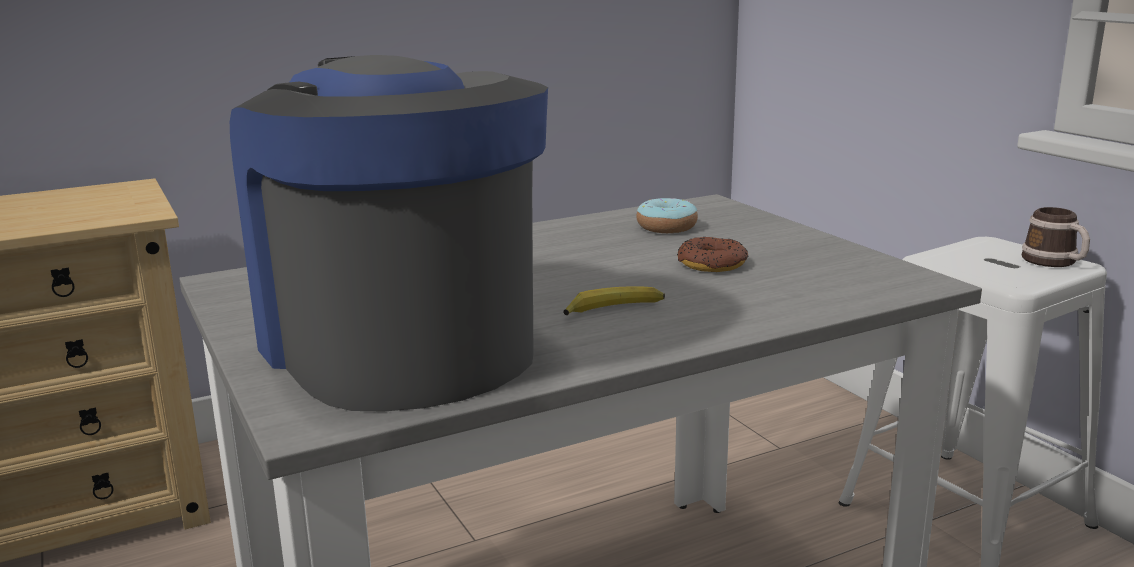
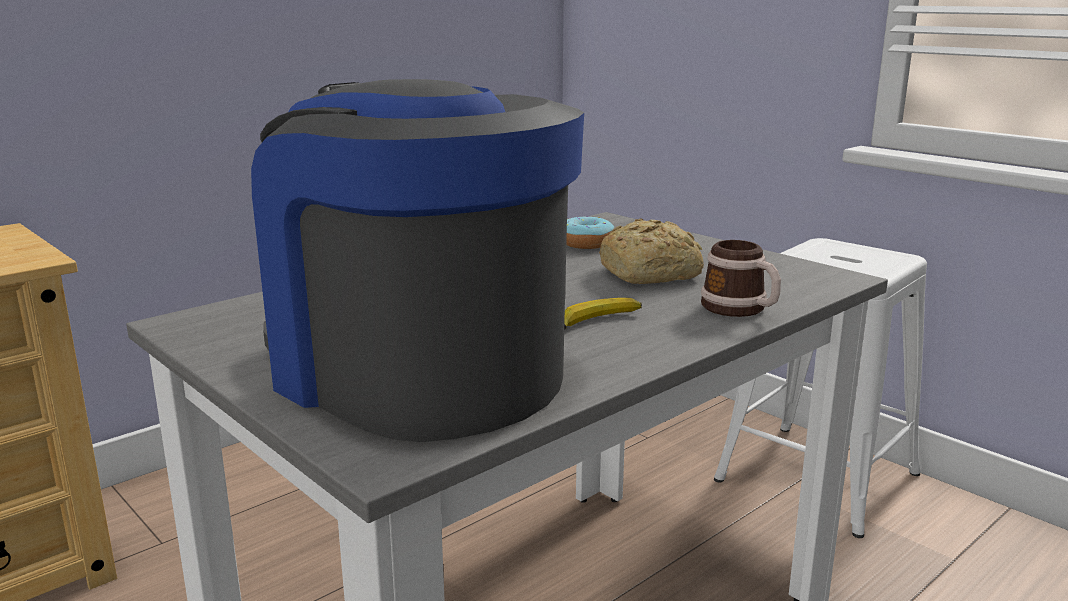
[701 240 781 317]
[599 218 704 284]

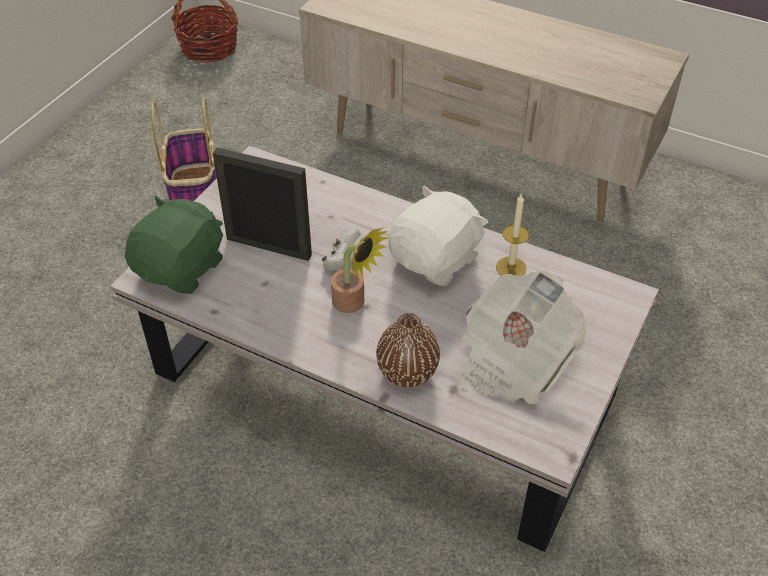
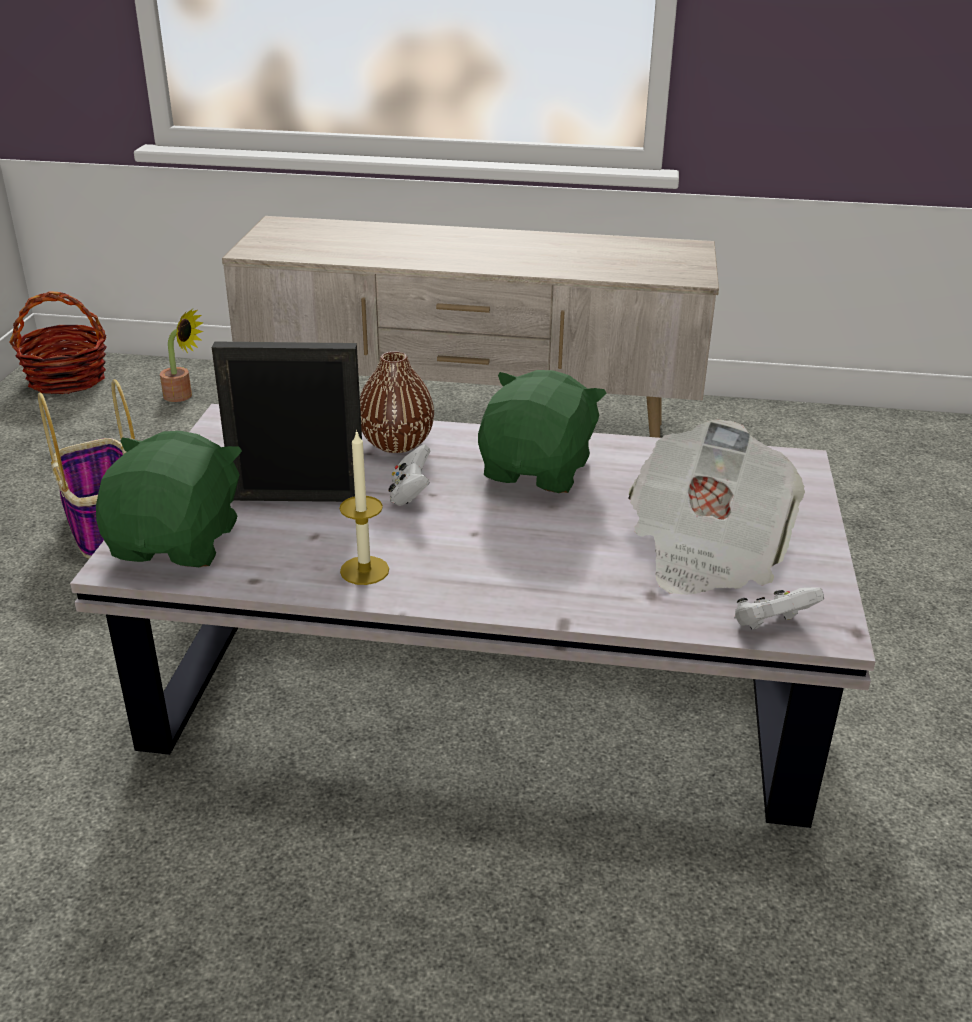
[734 587 824 630]
[160 309 204 402]
[360 351 434 453]
[339 430 389 585]
[478 370 607 493]

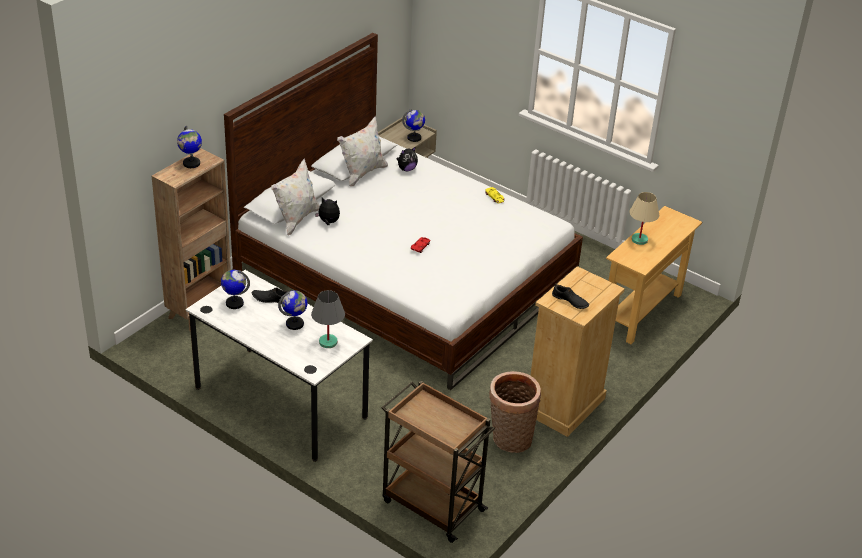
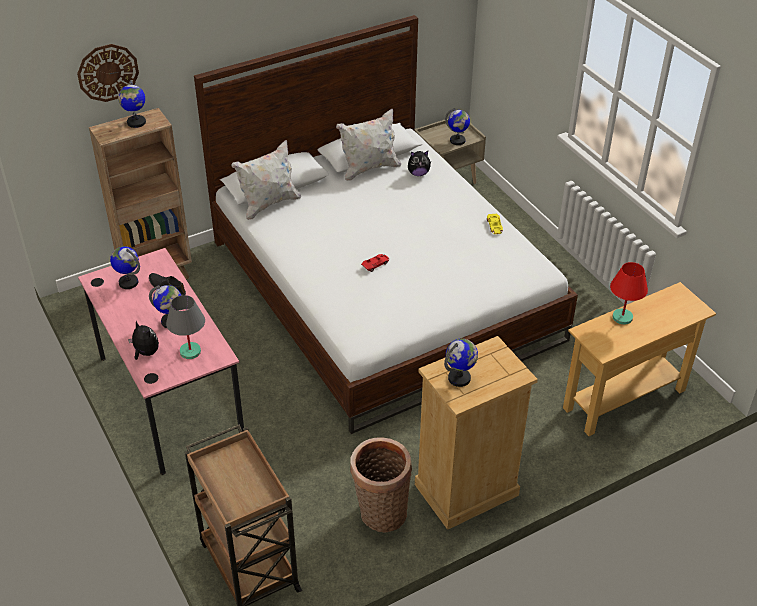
[77 44 139 102]
[128 321 159 360]
[444 339 478 387]
[78 248 244 475]
[610 262 648 325]

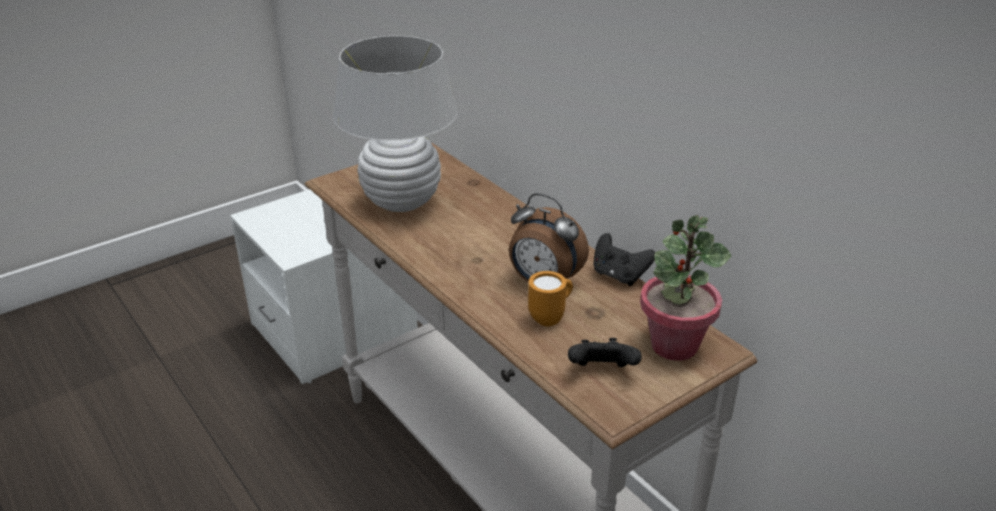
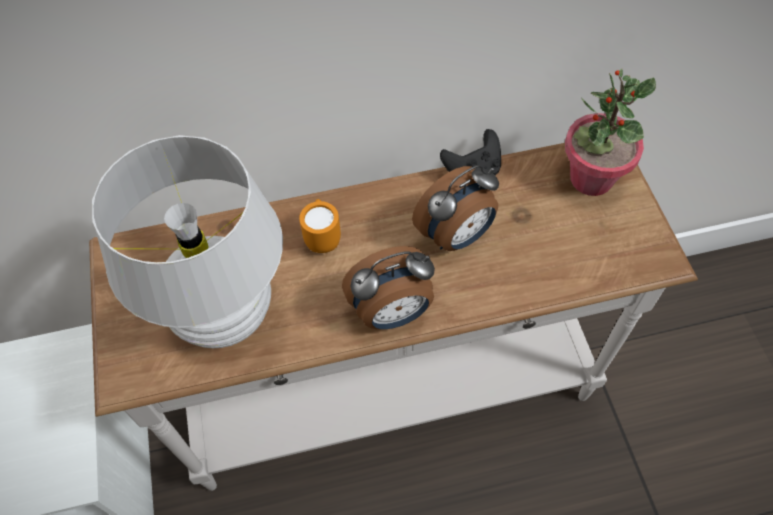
[568 338 642 367] (first image)
[342 246 435 329]
[299 199 341 253]

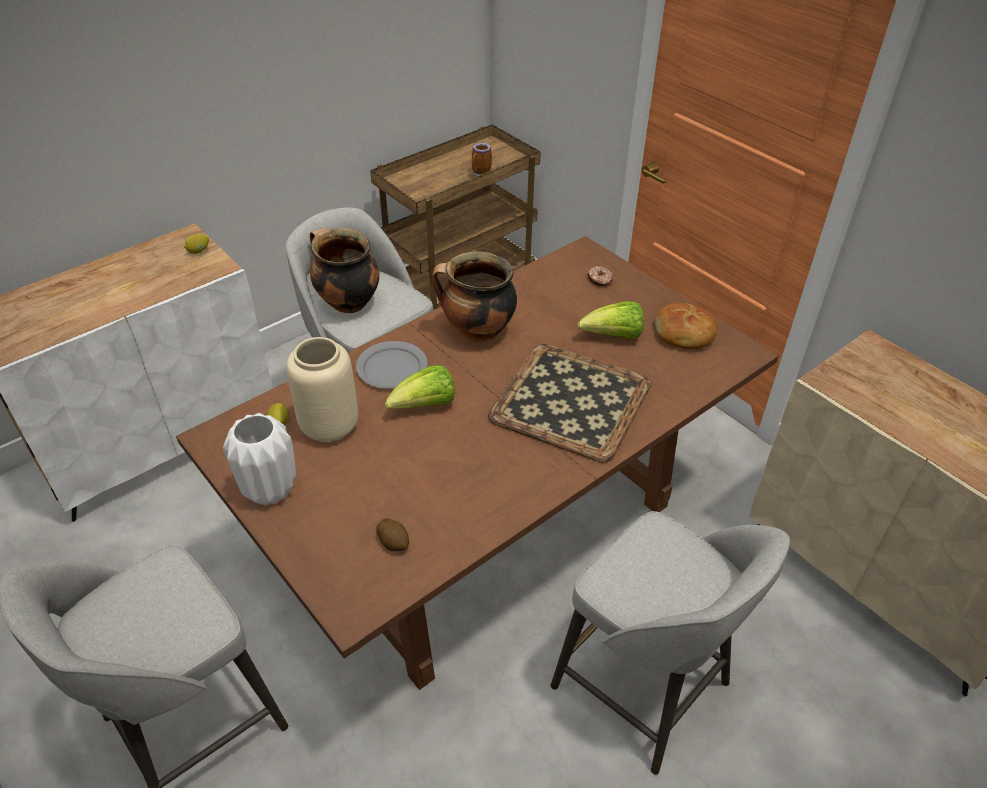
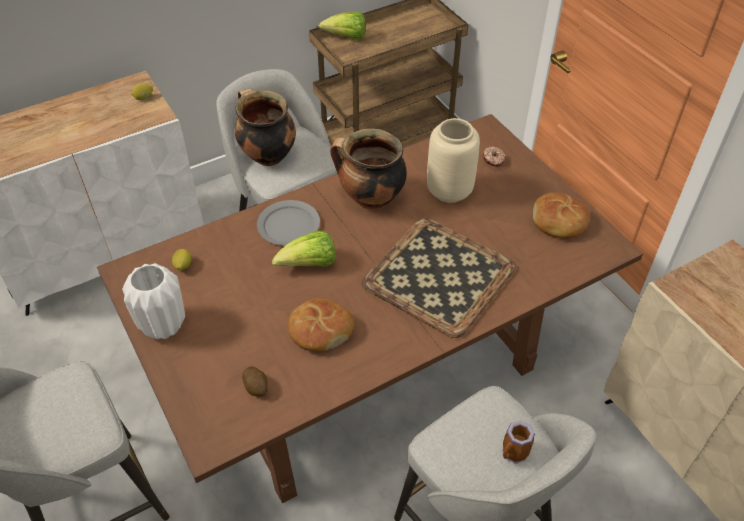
[288 298 354 351]
[427 118 480 203]
[502 421 535 464]
[318 11 365 40]

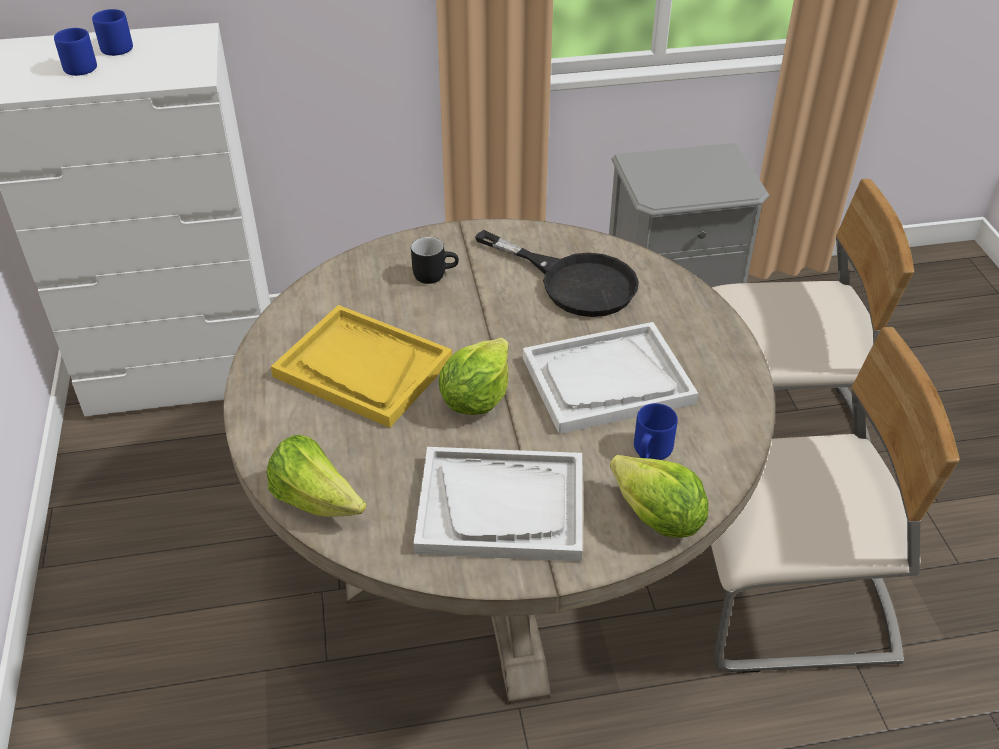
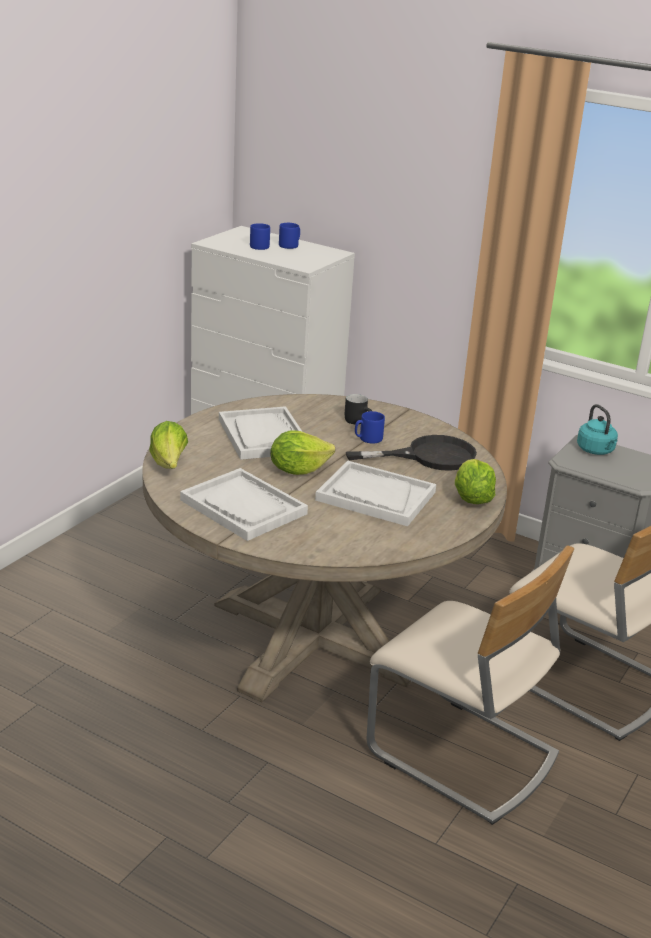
[577 404 618 455]
[455 459 496 504]
[355 411 385 444]
[219 406 303 460]
[346 435 477 471]

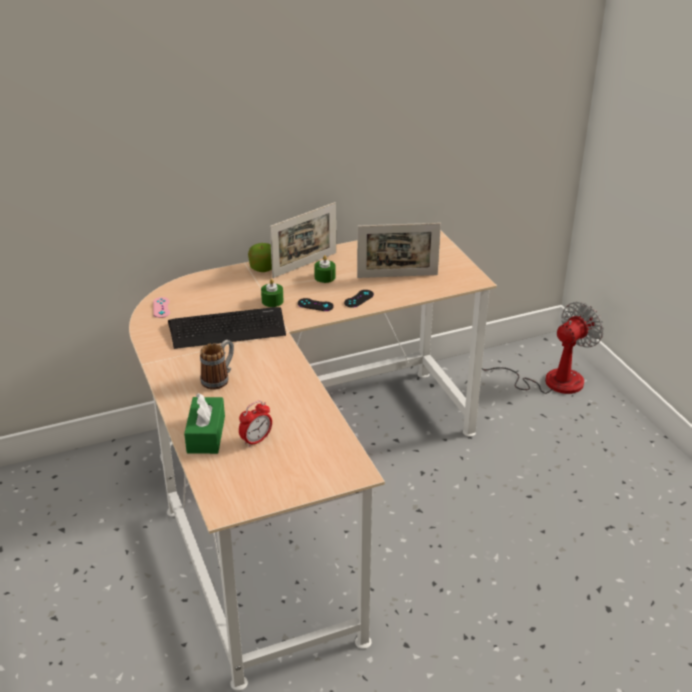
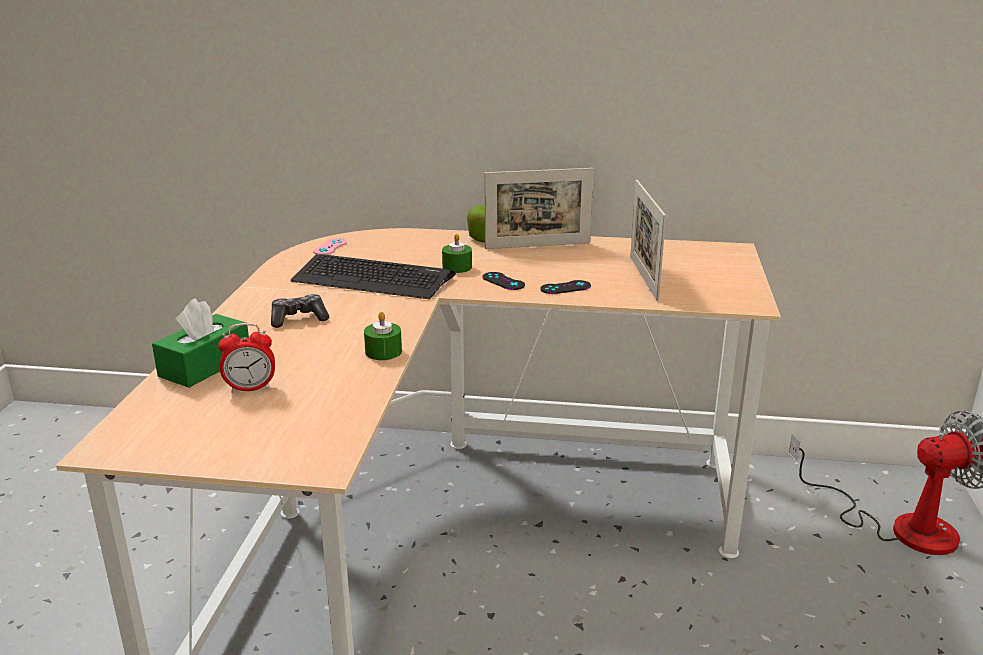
[364 312 402 360]
[271 294 329 328]
[630 180 666 301]

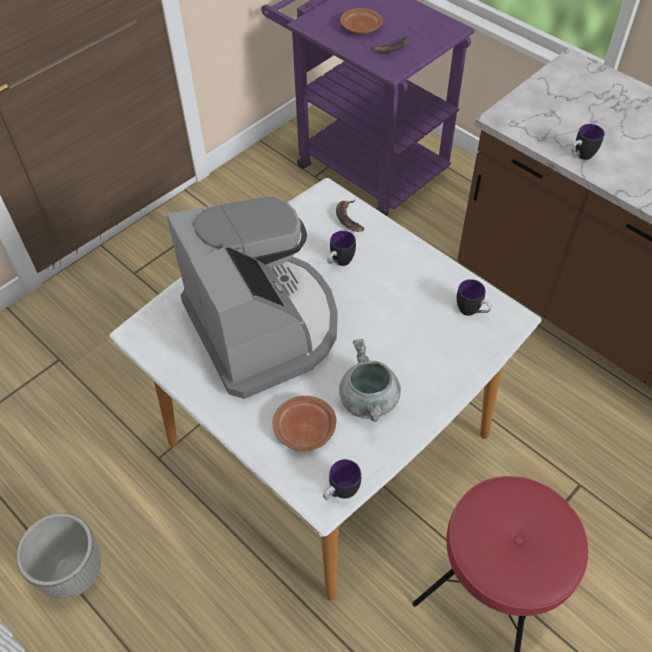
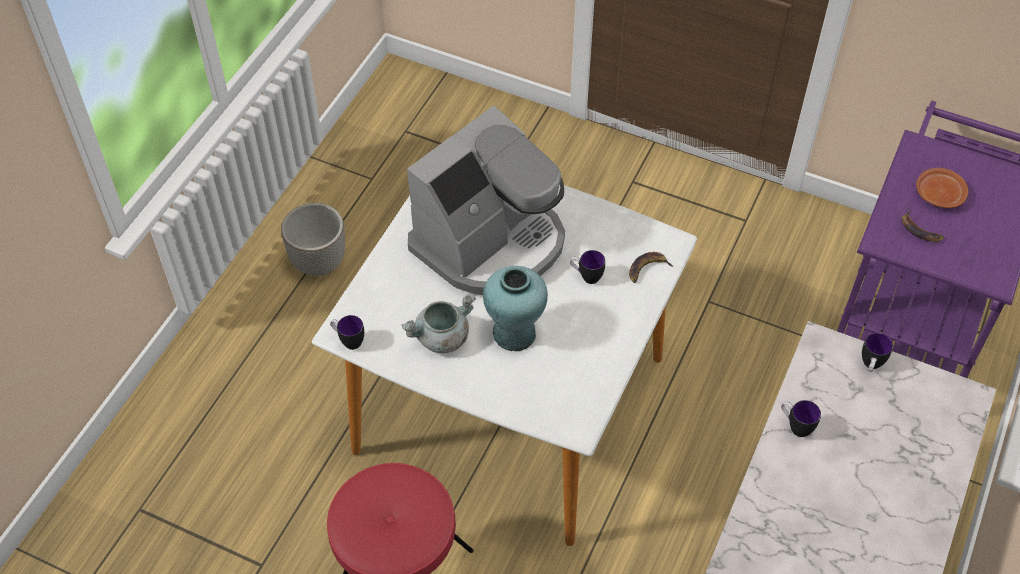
[273 396 336 451] (first image)
[483 266 548 351]
[862 333 893 372]

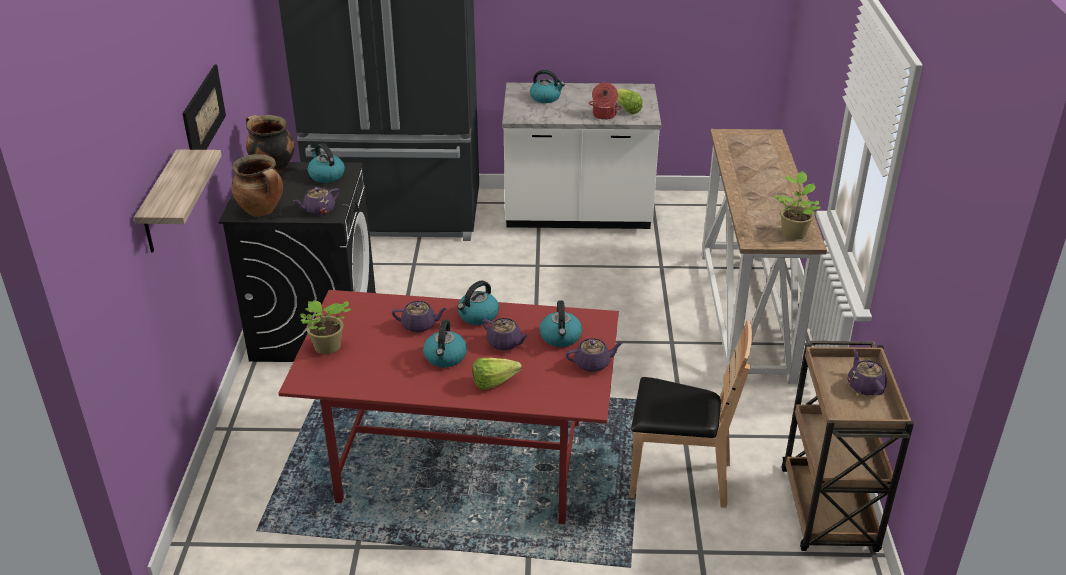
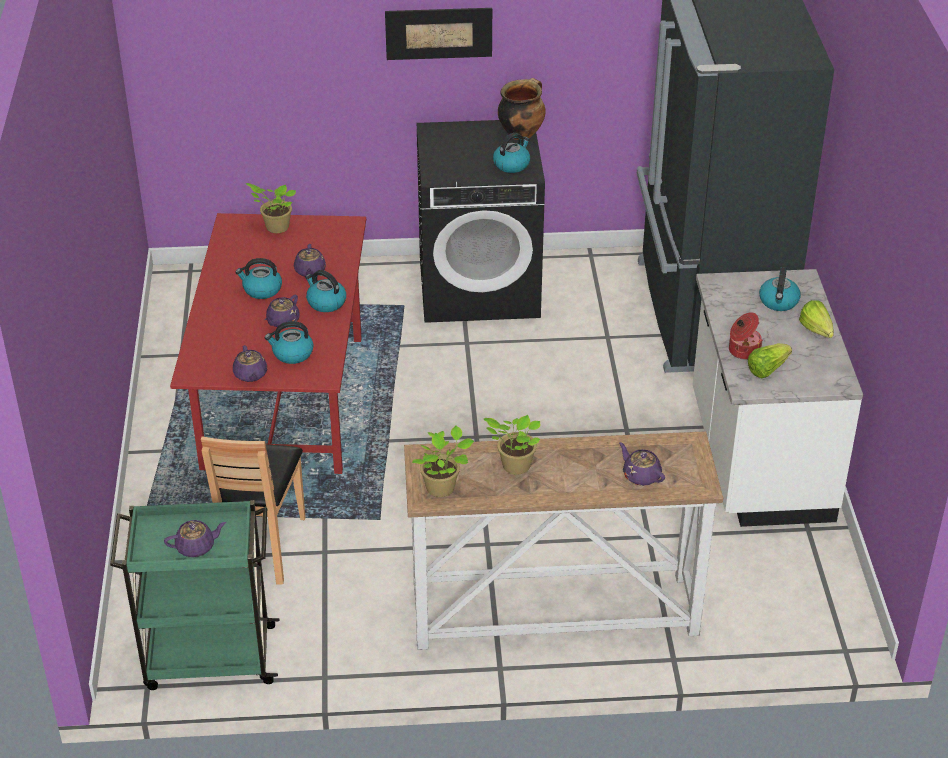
[134 150 222 253] (first image)
[231 154 283 217] (first image)
[483 415 540 475]
[619 442 665 486]
[799 300 834 338]
[110 500 279 690]

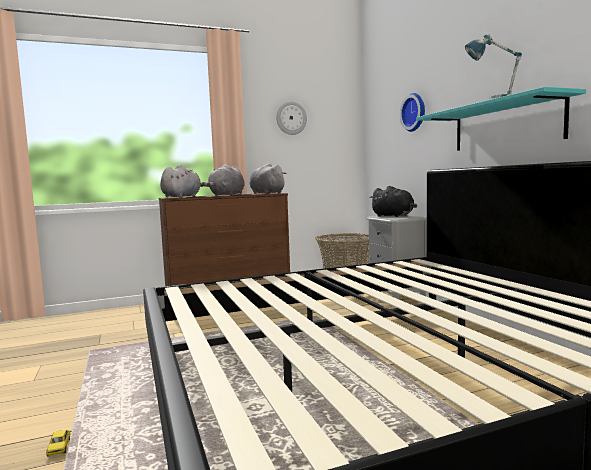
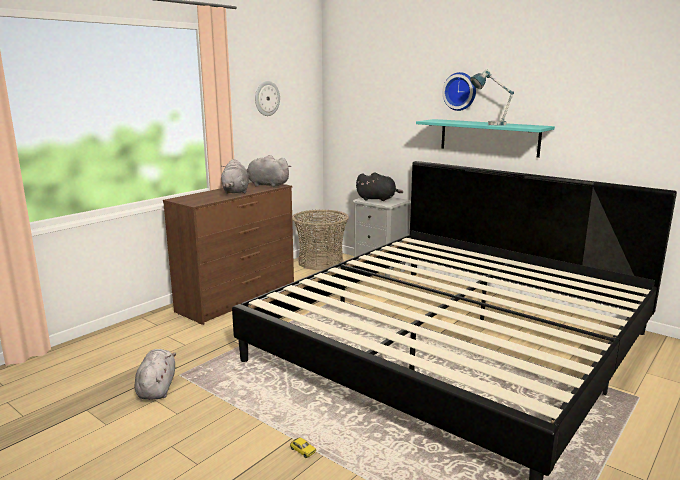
[135 349 176 400]
[442 72 476 111]

